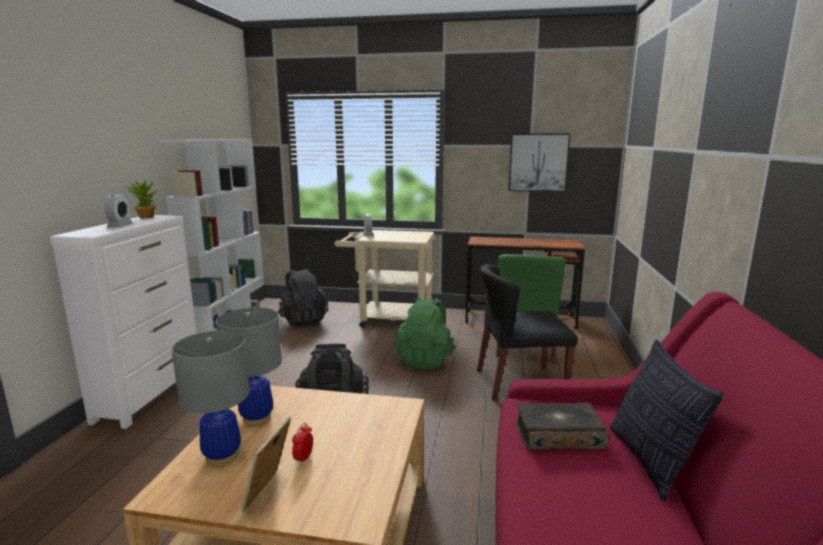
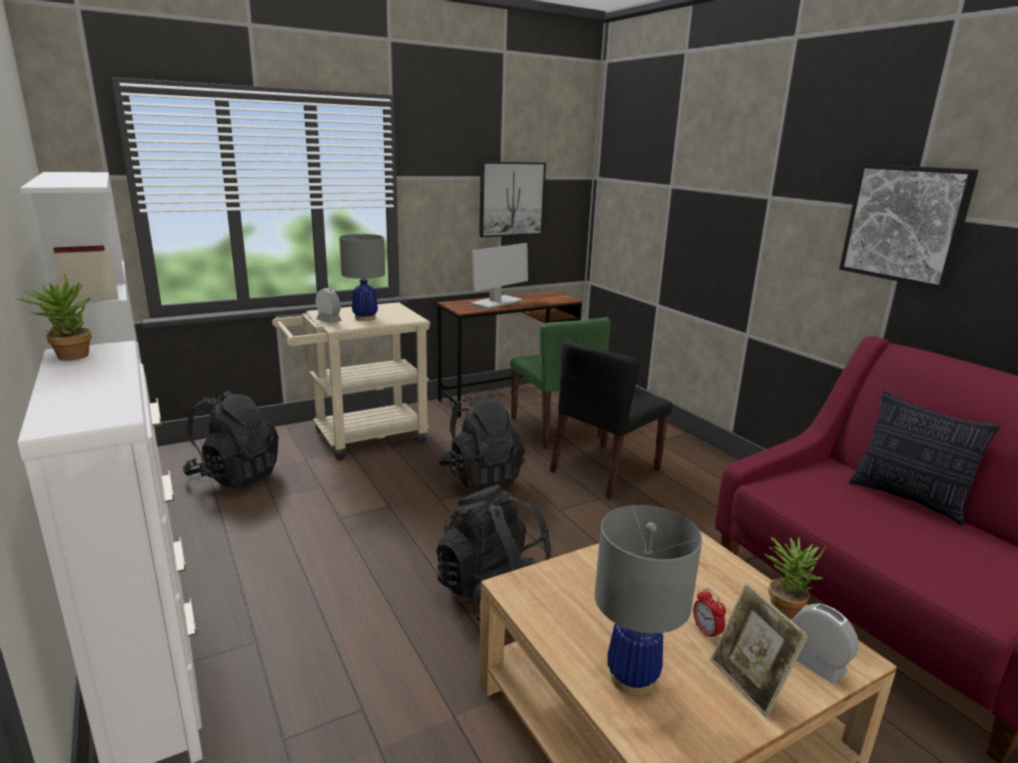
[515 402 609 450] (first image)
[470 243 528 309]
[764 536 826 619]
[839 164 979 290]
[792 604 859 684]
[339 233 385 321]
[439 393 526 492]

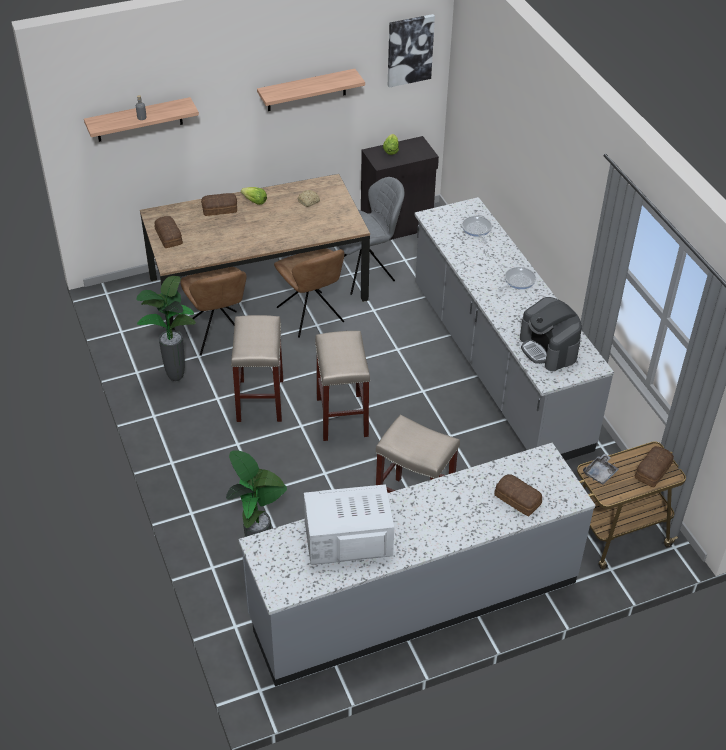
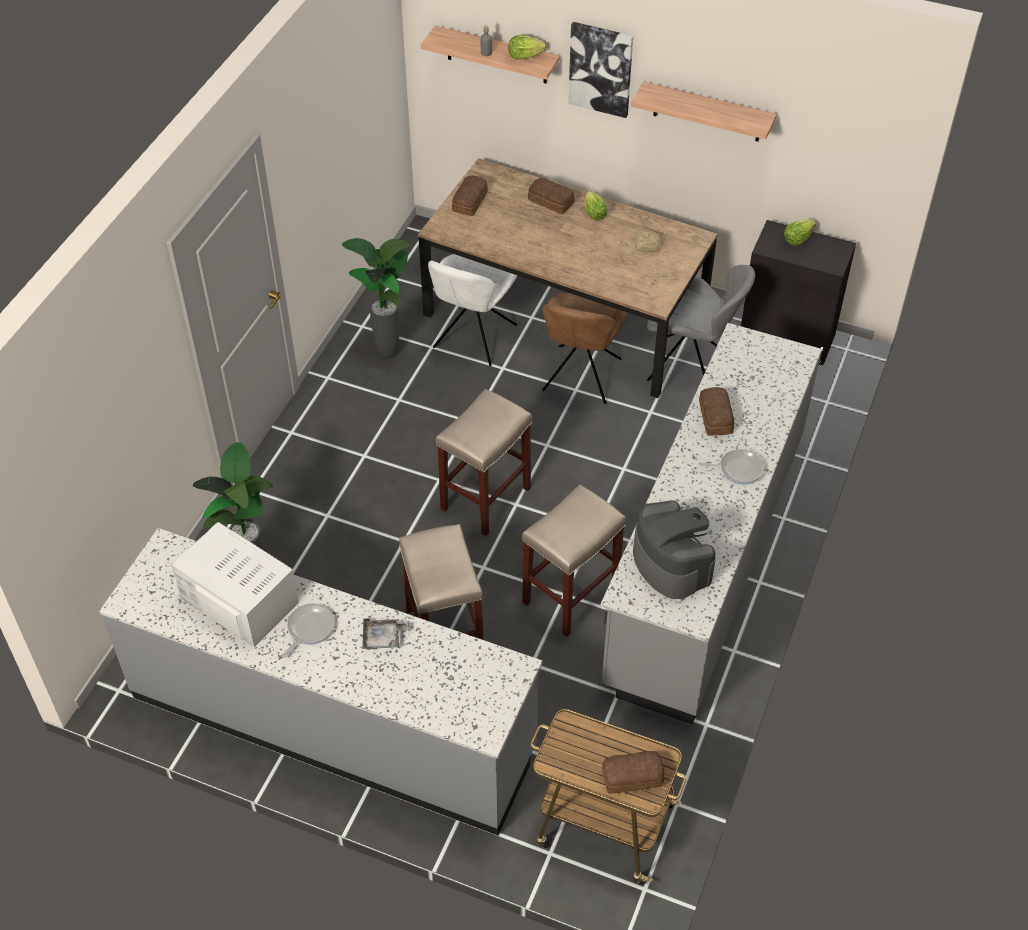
[508 35 546 60]
[522 484 626 637]
[568 22 633 118]
[281 603 335 658]
[699 387 734 436]
[362 618 409 650]
[428 254 518 366]
[633 500 716 599]

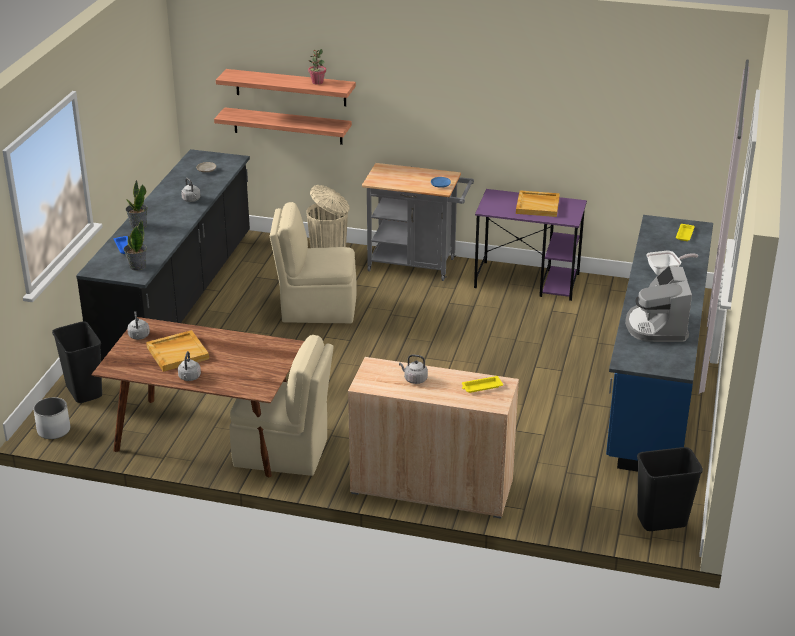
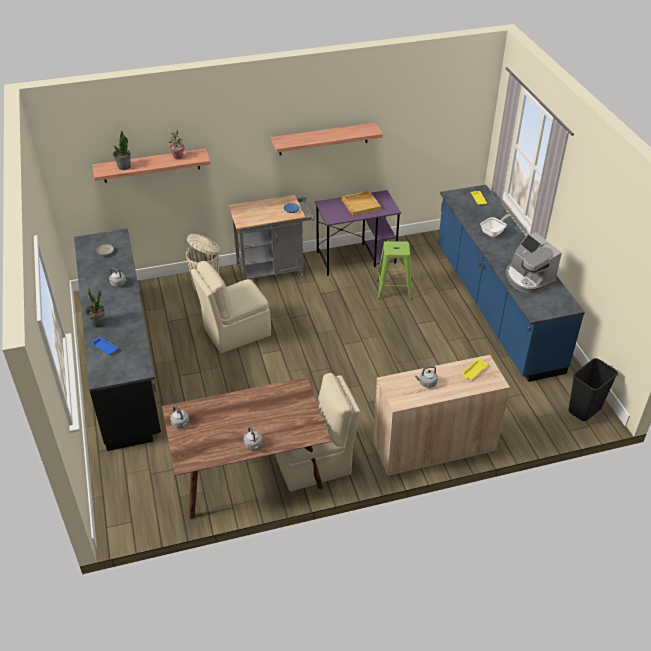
[33 397 70 439] (first image)
[52 321 102 403] (first image)
[146 330 209 372] (first image)
[377 241 412 299]
[113 131 131 170]
[271 123 383 155]

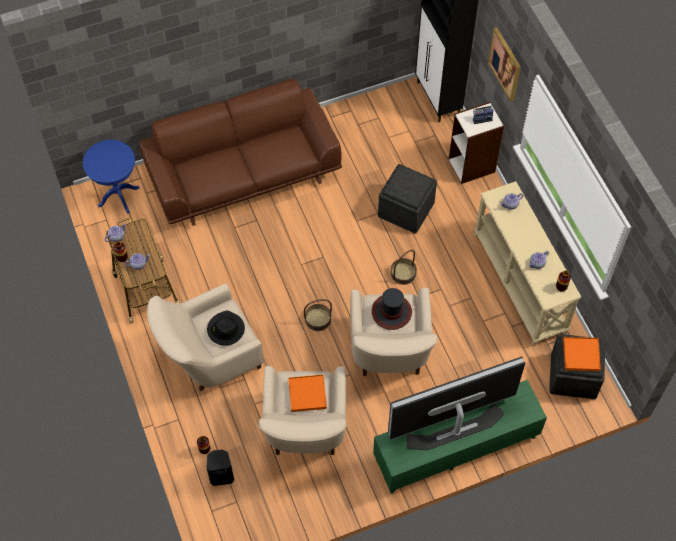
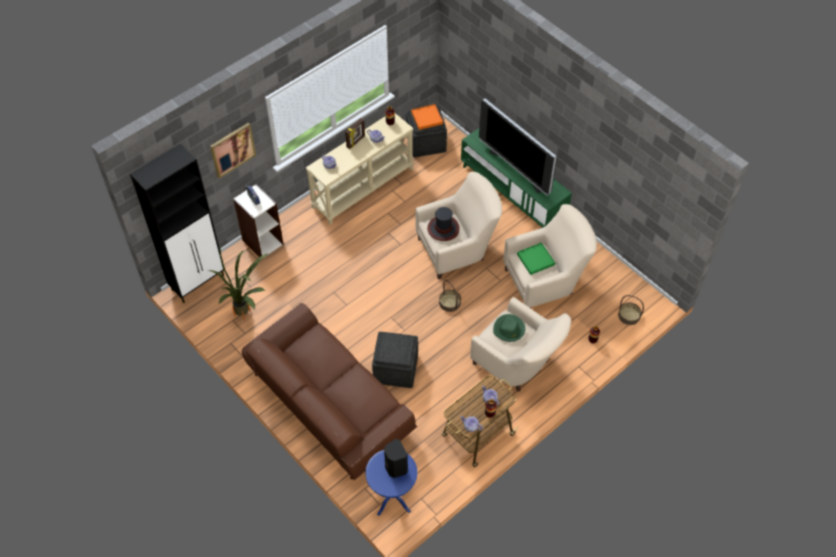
[208 248 269 320]
[345 118 365 149]
[384 439 408 478]
[372 332 418 388]
[618 295 644 325]
[493 314 525 342]
[517 242 555 275]

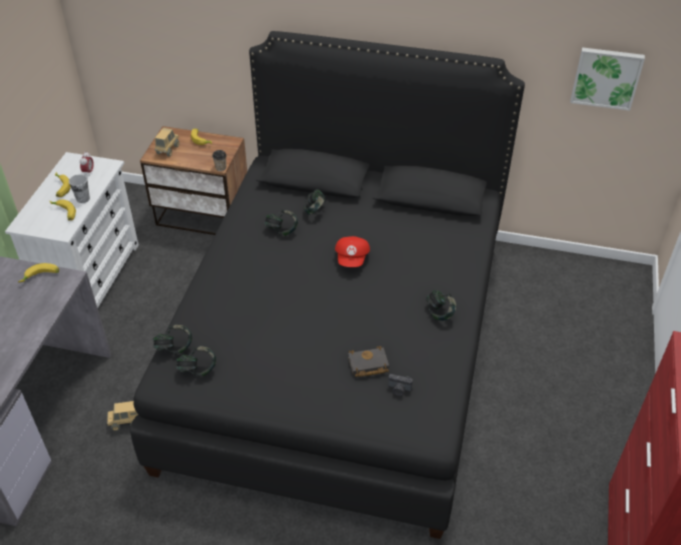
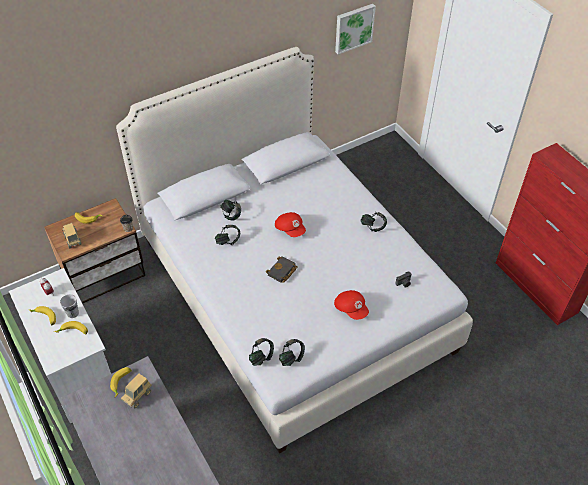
[334 290 369 320]
[121 374 152 408]
[266 256 298 283]
[116 47 473 454]

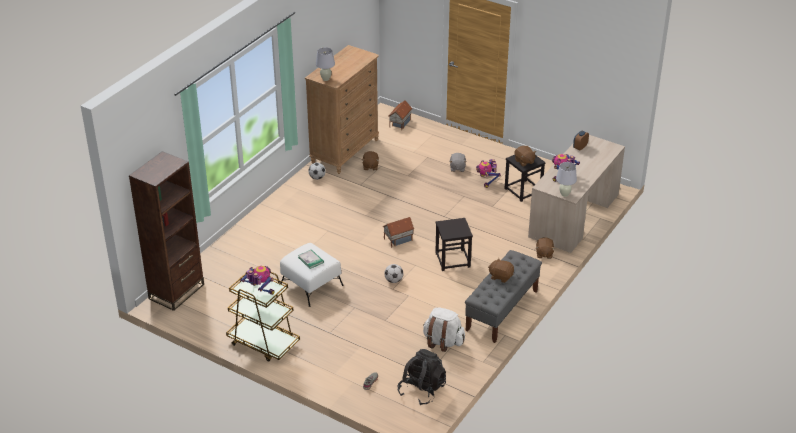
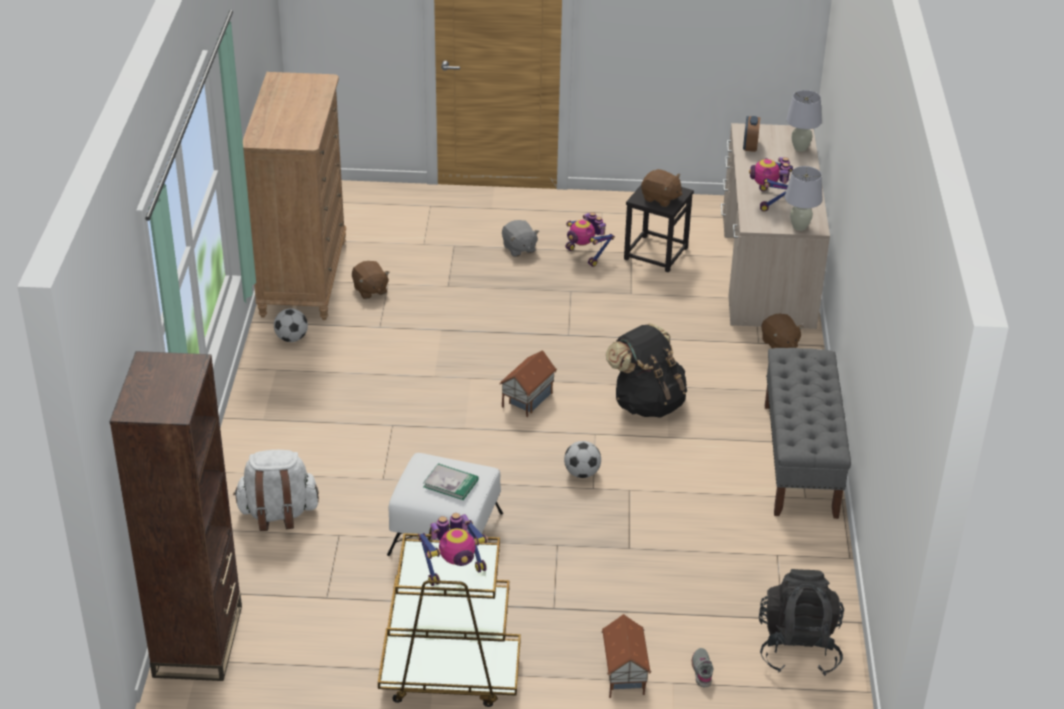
[488 258 514 283] (first image)
[786 90 822 151]
[601 614 651 698]
[233 450 319 531]
[606 323 687 418]
[417 513 488 586]

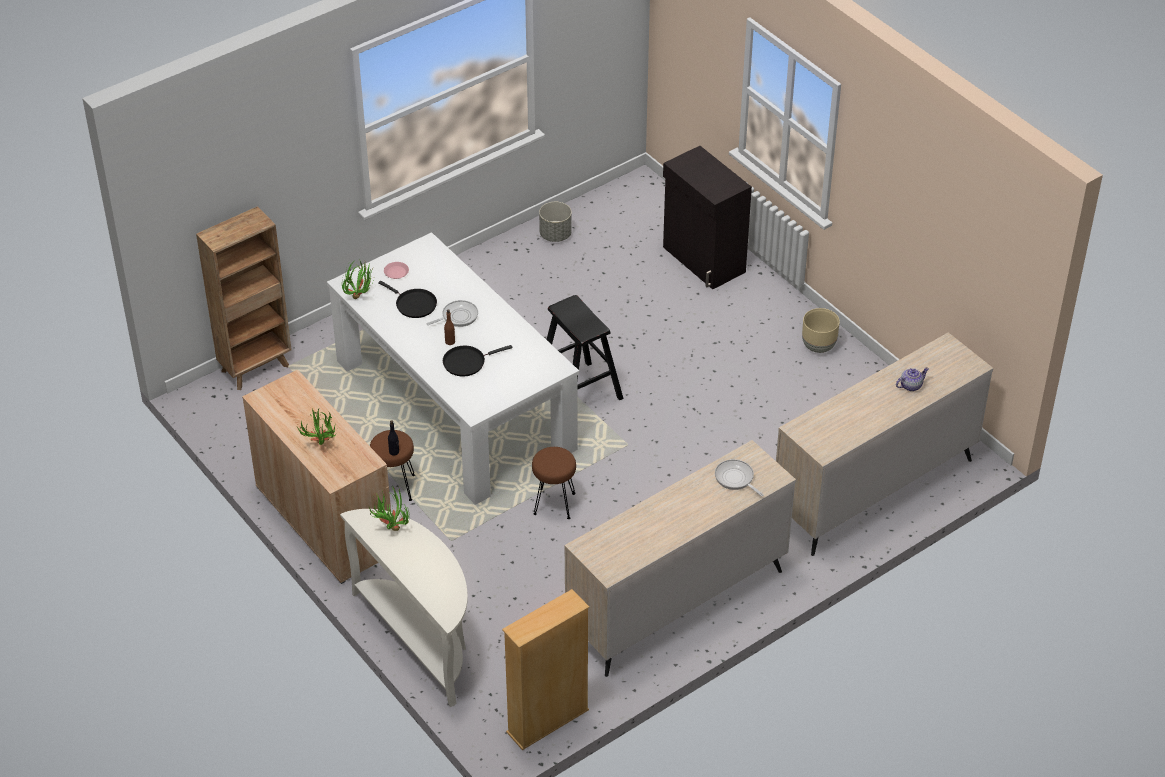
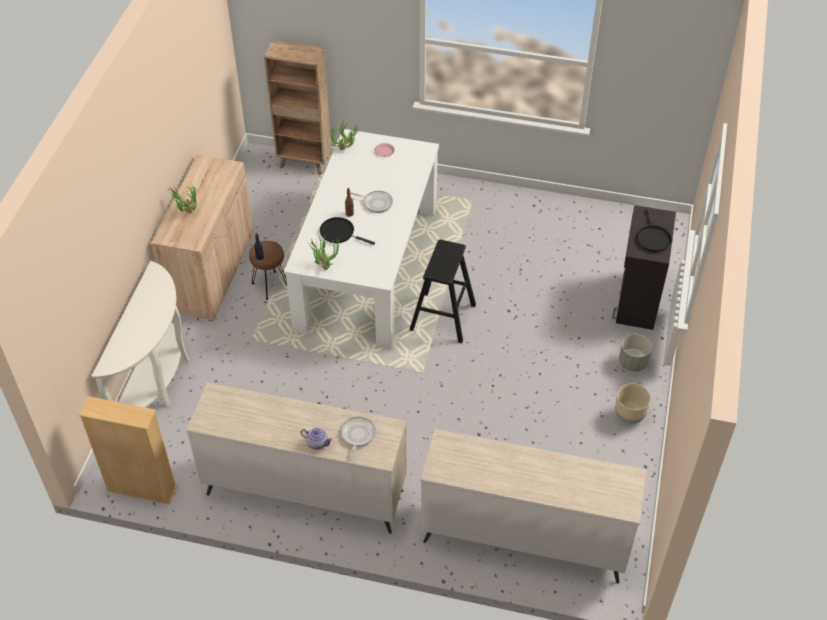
[532 447 576 519] (first image)
[307 236 341 270]
[637 208 672 252]
[619 334 652 372]
[300 428 333 450]

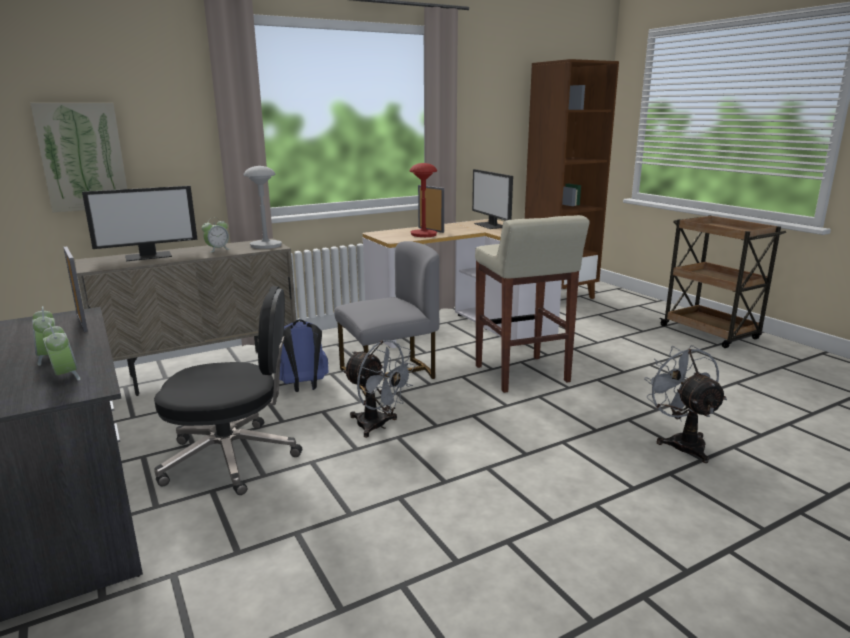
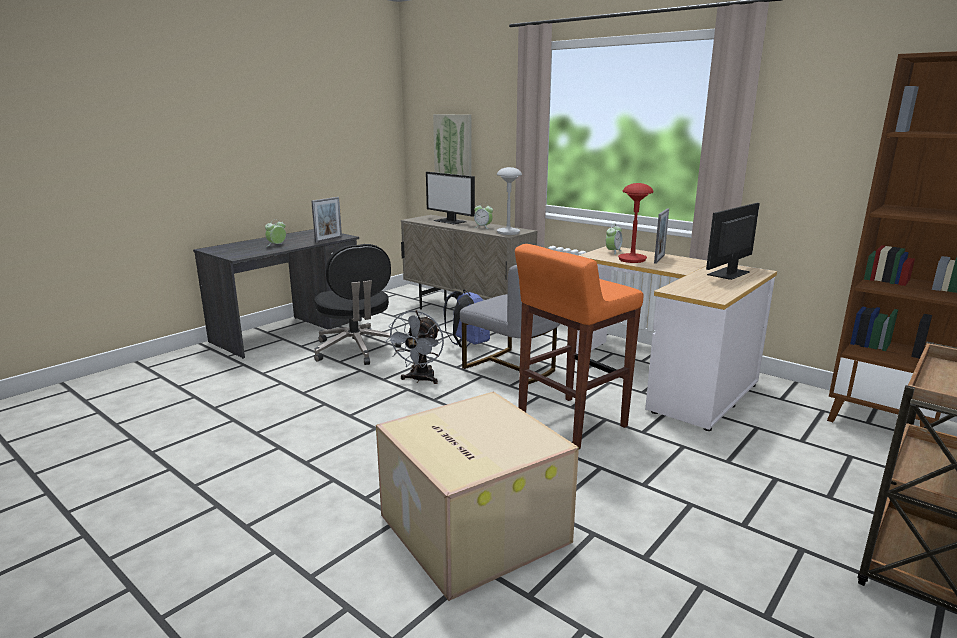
[606 223 622 255]
[376 391 579 601]
[515 244 644 449]

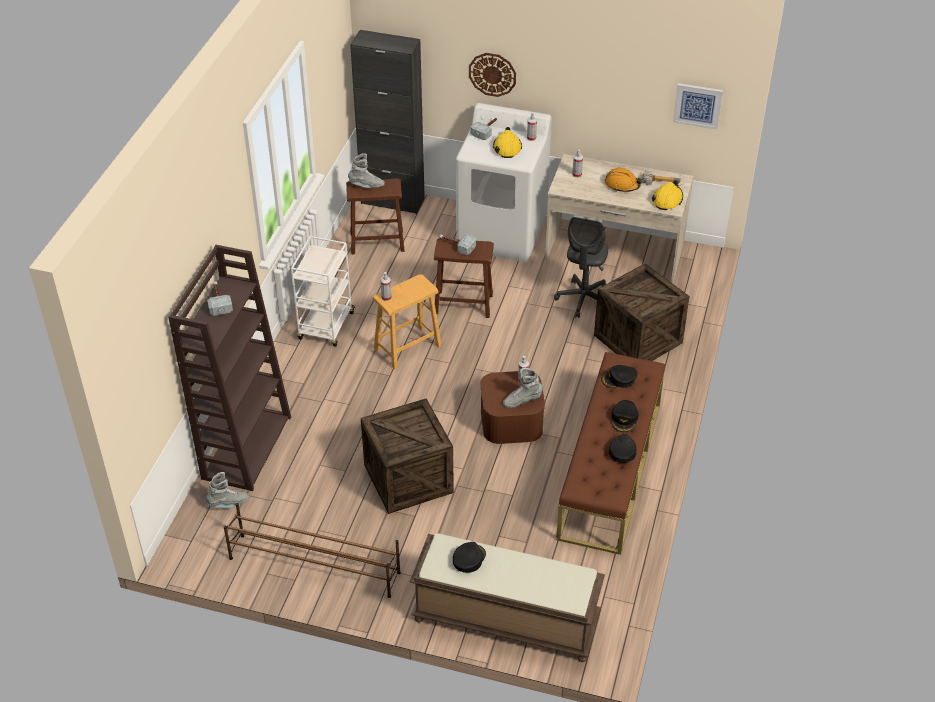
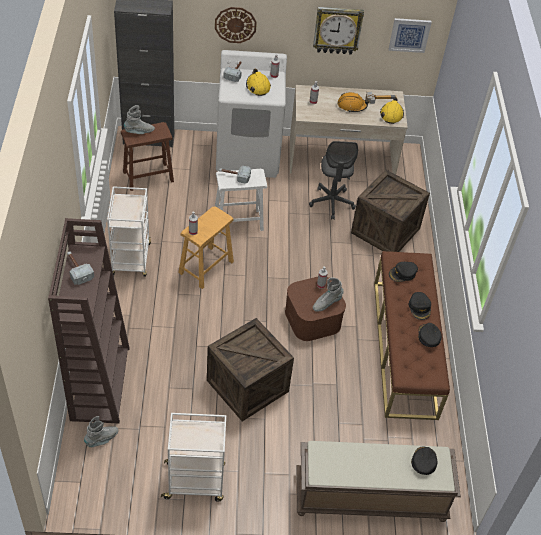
[313 7 364 55]
[411 447 437 475]
[161 413 226 502]
[215 169 267 234]

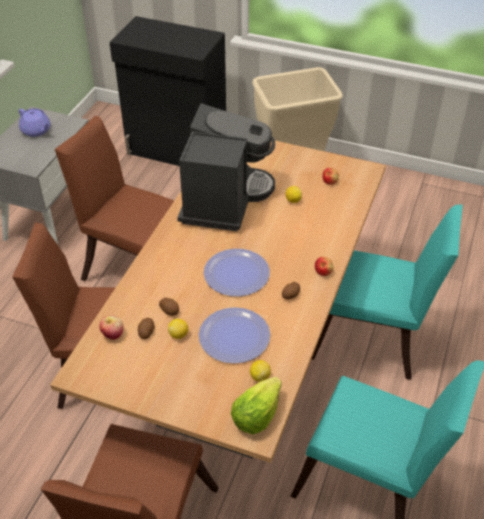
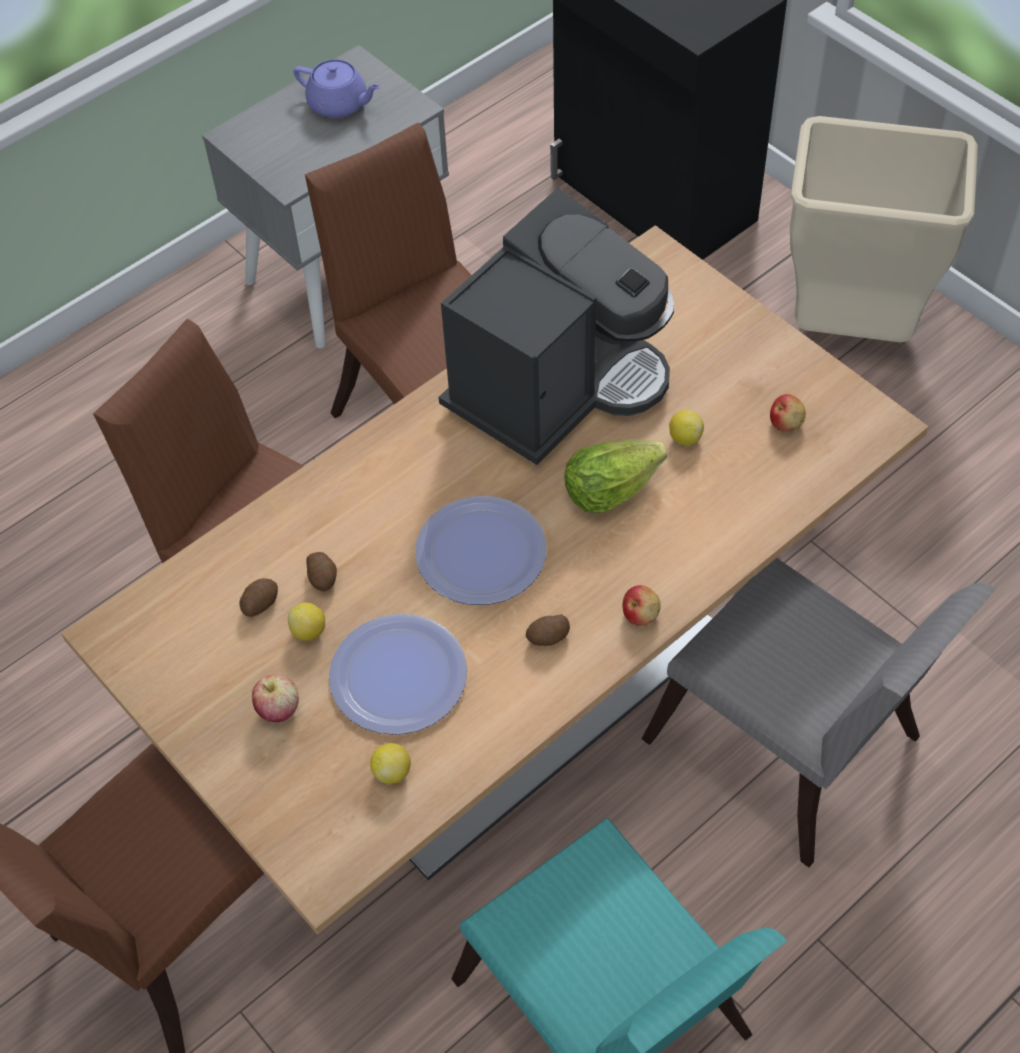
[252 674 299 722]
[564 439 667 513]
[642 558 997 867]
[294 59 381 118]

